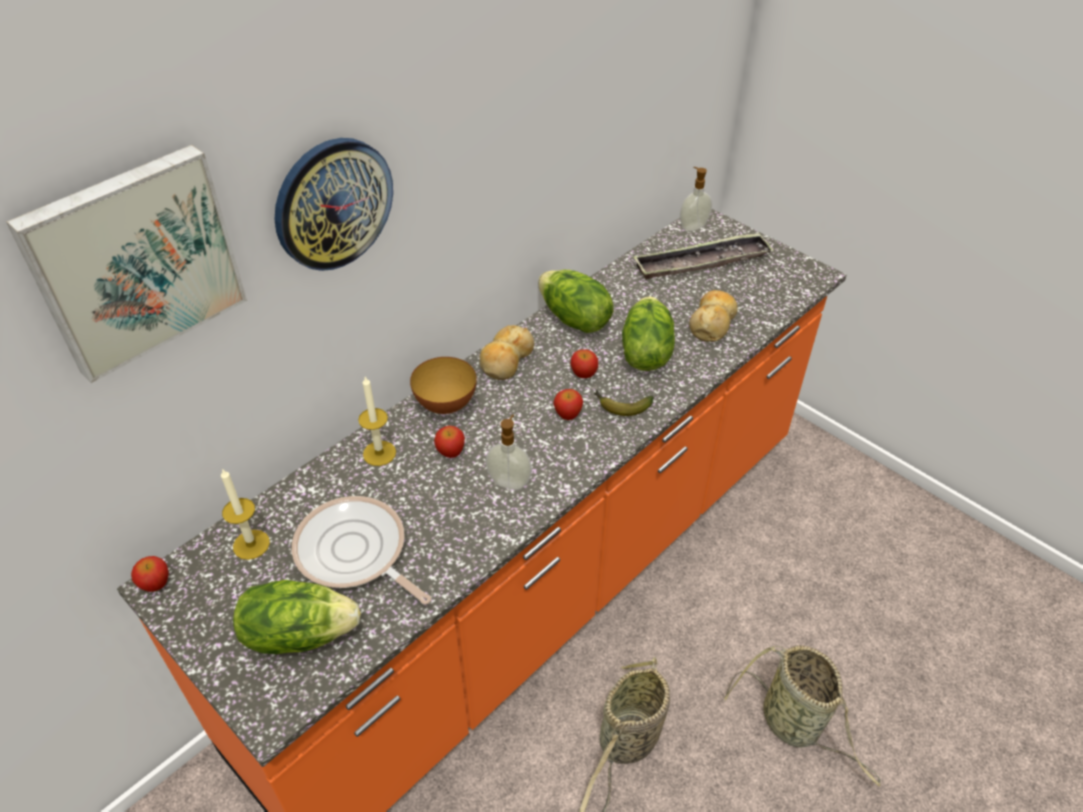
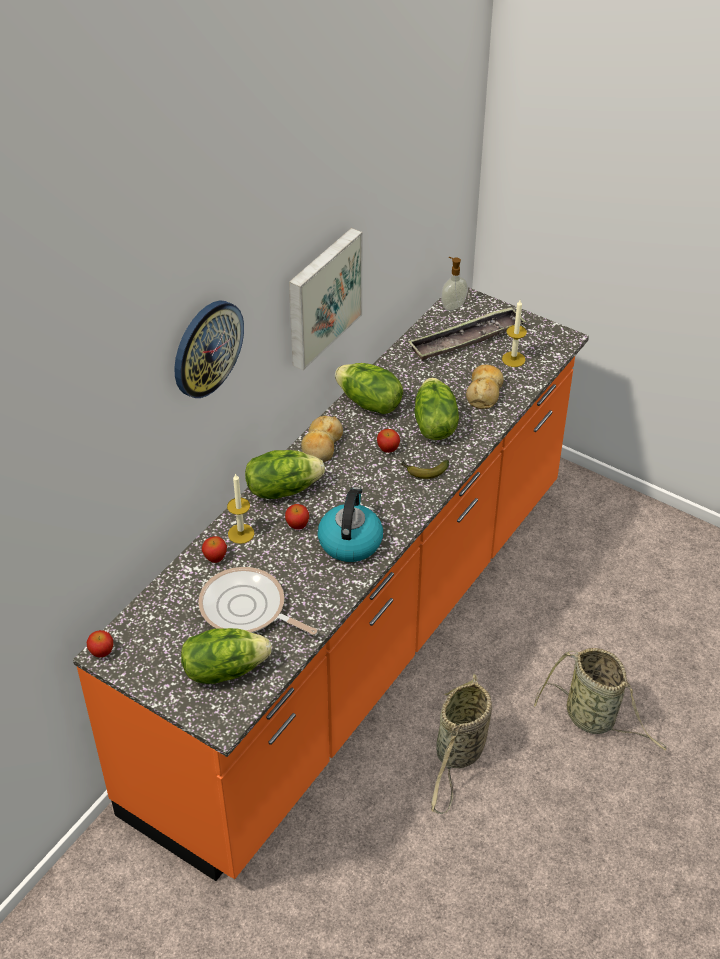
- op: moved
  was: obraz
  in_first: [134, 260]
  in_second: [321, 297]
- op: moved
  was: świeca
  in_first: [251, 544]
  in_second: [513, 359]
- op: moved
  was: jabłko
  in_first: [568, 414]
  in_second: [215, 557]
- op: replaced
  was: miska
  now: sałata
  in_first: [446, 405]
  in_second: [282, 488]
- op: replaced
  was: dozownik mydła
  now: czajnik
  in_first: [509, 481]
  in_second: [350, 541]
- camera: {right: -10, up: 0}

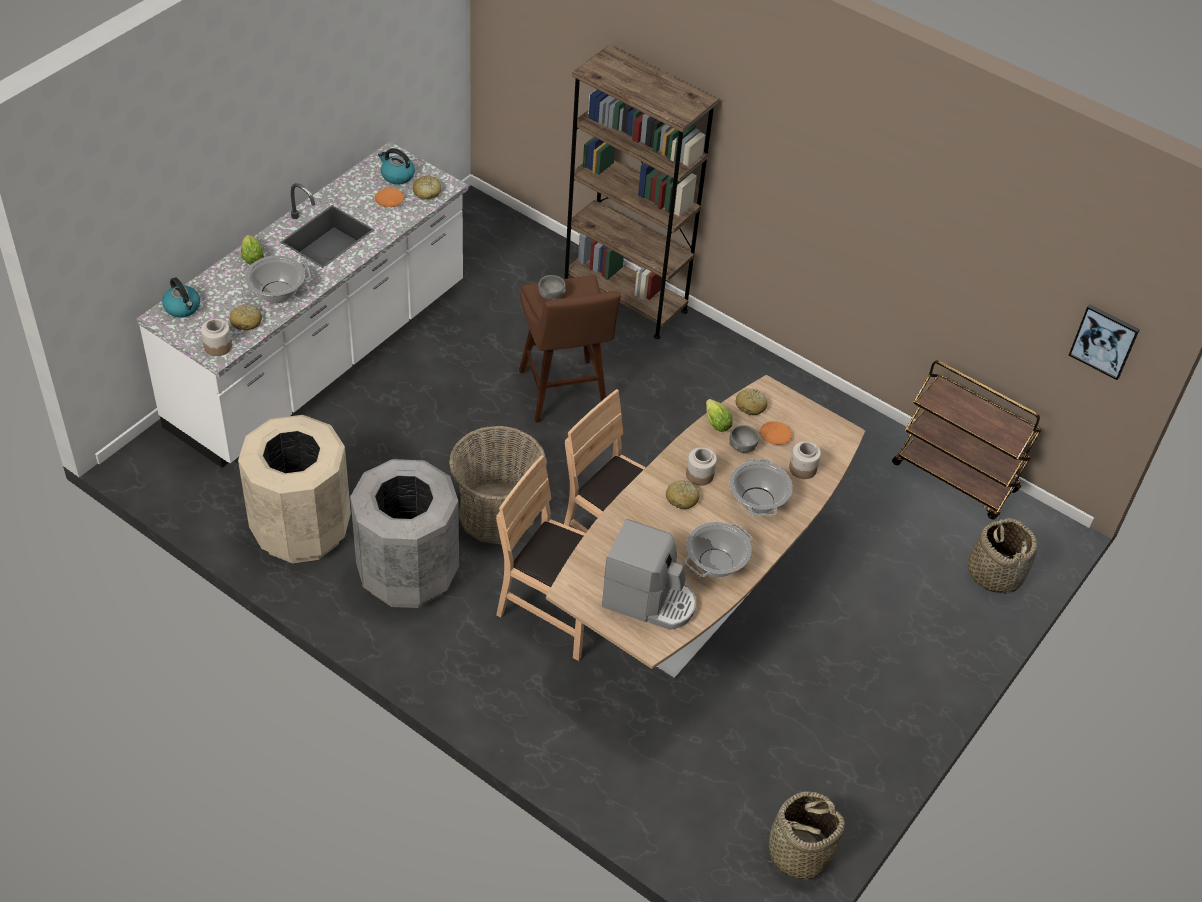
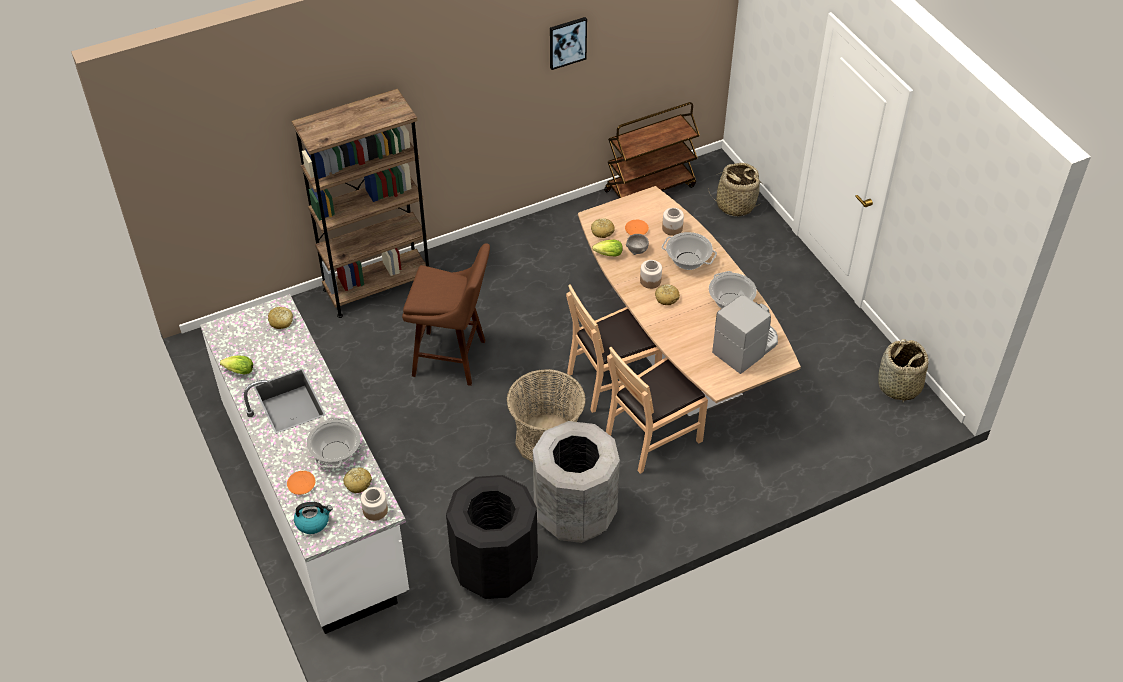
- op: removed
  was: czajnik
  in_first: [397, 176]
- op: removed
  was: miska (szary)
  in_first: [551, 295]
- op: moved
  was: sałata
  in_first: [252, 256]
  in_second: [237, 371]
- op: moved
  was: talerz (pomarańczowy)
  in_first: [390, 201]
  in_second: [302, 484]
- op: moved
  was: obraz
  in_first: [1104, 340]
  in_second: [567, 42]
- op: recoloured
  was: kosz na śmieci (beżowy)
  now: kosz na śmieci (czarny)
  in_first: [301, 529]
  in_second: [494, 568]
- camera: {right: -60, up: 0}

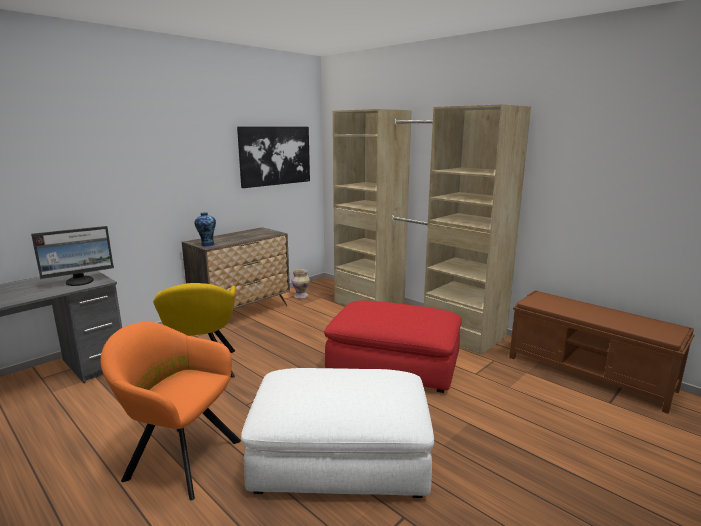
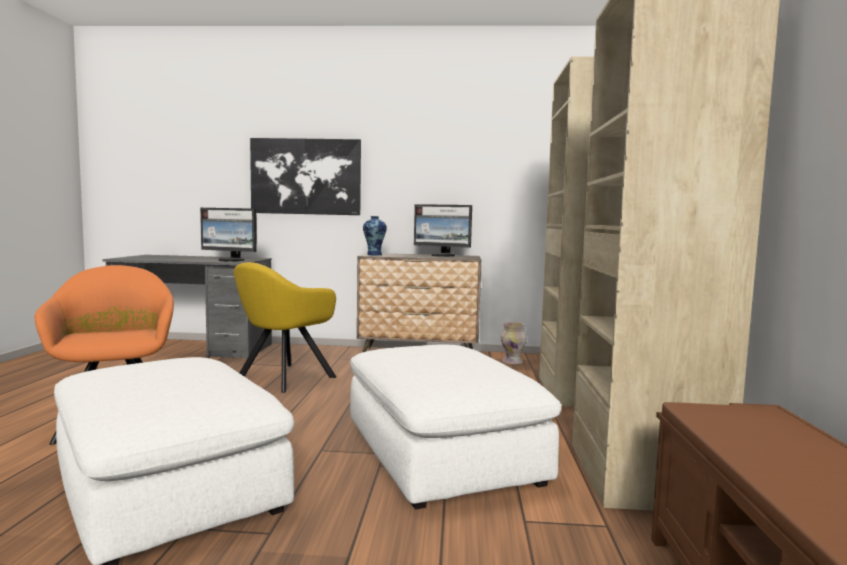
- op: added
  now: monitor
  in_second: [443, 255]
- op: moved
  was: obraz
  in_first: [275, 155]
  in_second: [306, 176]
- op: recoloured
  was: pufa (czerwony)
  now: pufa (biały)
  in_first: [394, 364]
  in_second: [441, 452]
- camera: {right: 50, up: -10}

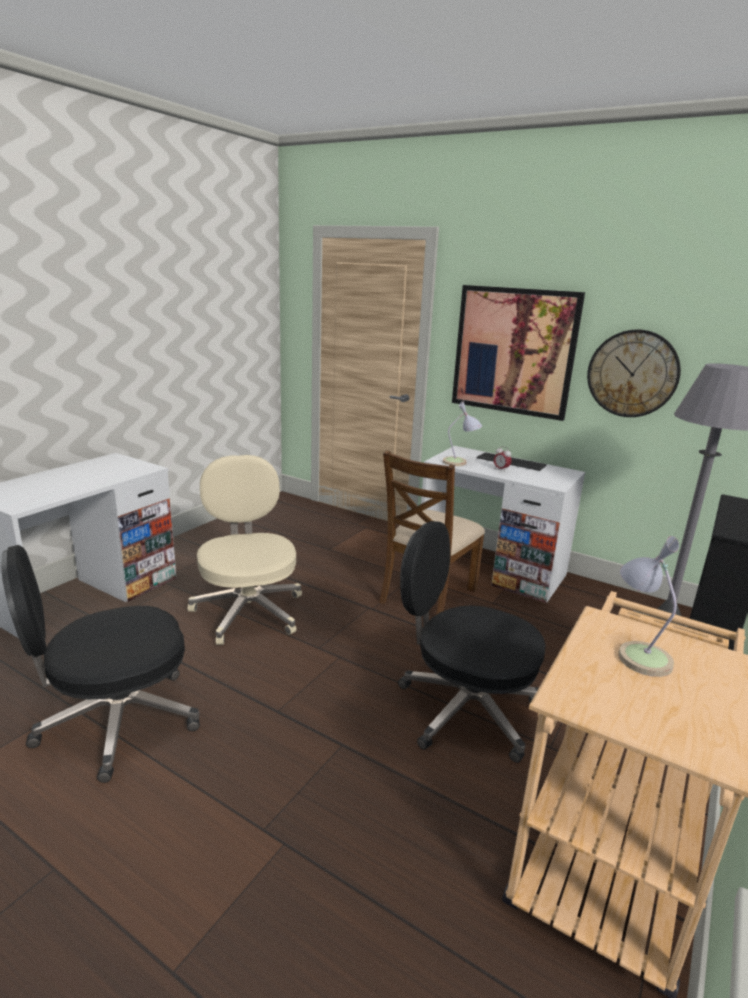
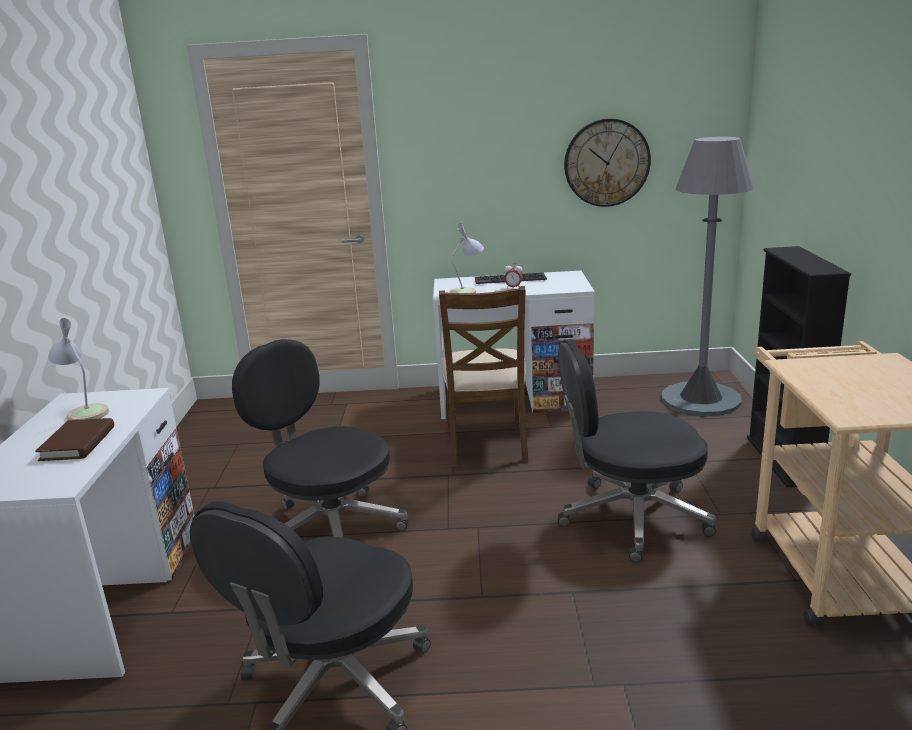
- op: removed
  was: obraz
  in_first: [514, 351]
- op: added
  now: książka (brązowy)
  in_second: [78, 443]
- op: moved
  was: lampa stołowa
  in_first: [637, 653]
  in_second: [84, 412]
- op: recoloured
  was: krzesło biurowe (beżowy)
  now: krzesło biurowe (czarny)
  in_first: [248, 611]
  in_second: [330, 528]
- camera: {right: -30, up: 0}

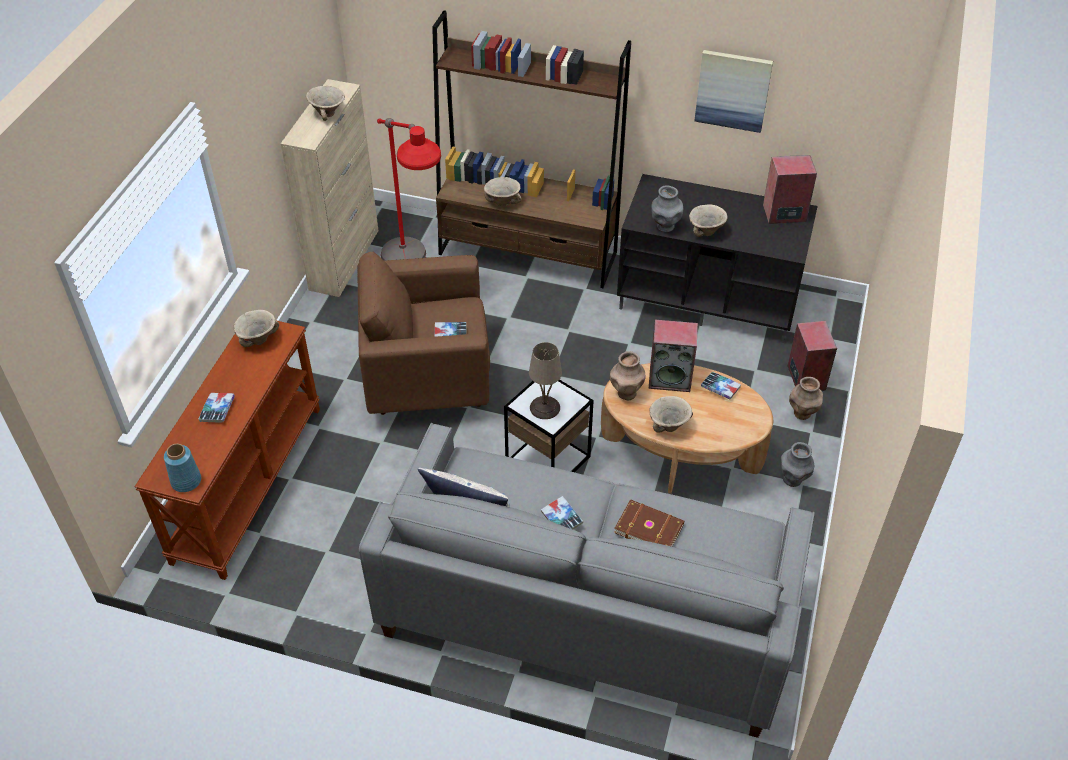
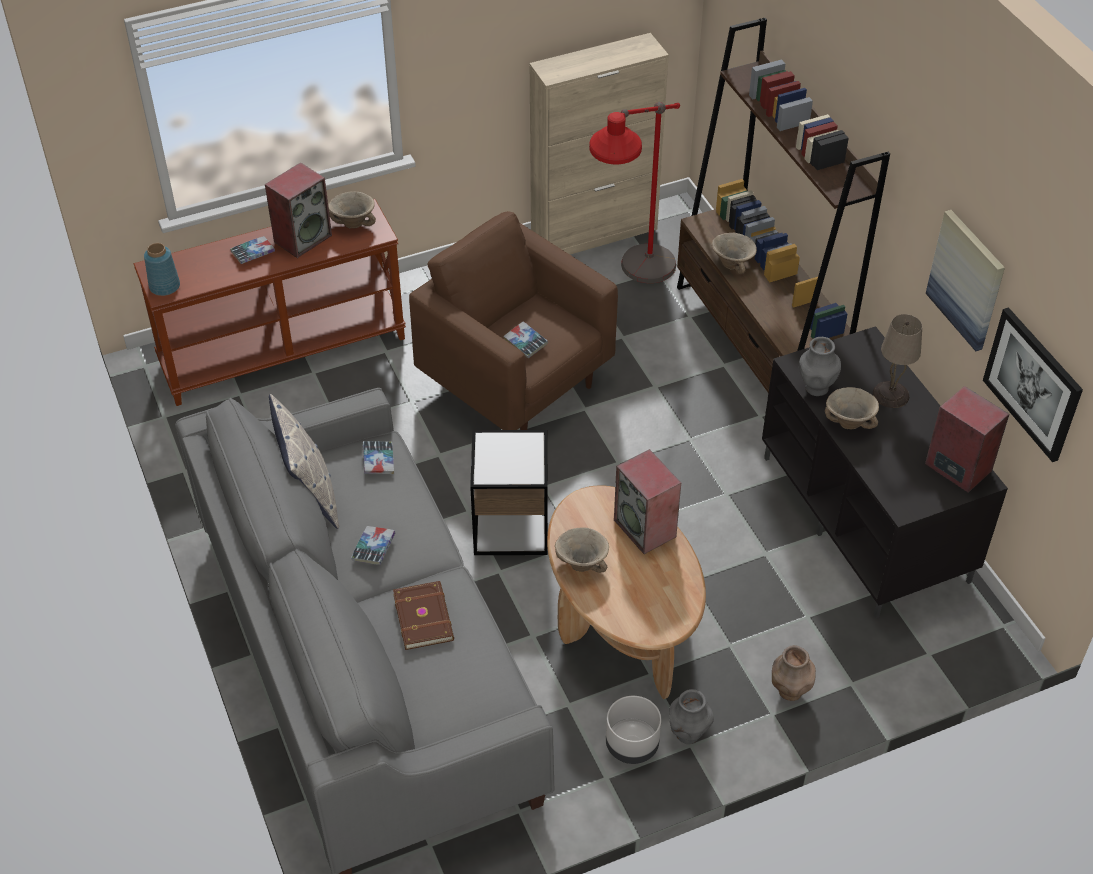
- op: removed
  was: miska (beżowy)
  in_first: [328, 113]
- op: removed
  was: wazon (brązowy)
  in_first: [626, 393]
- op: added
  now: donica (szary)
  in_second: [631, 745]
- op: added
  now: obraz
  in_second: [1033, 383]
- op: moved
  was: lampa stołowa (beżowy)
  in_first: [545, 408]
  in_second: [890, 395]
- op: moved
  was: książka
  in_first: [720, 388]
  in_second: [378, 460]
- op: moved
  was: głośnik
  in_first: [805, 377]
  in_second: [303, 238]
- camera: {right: 50, up: 0}

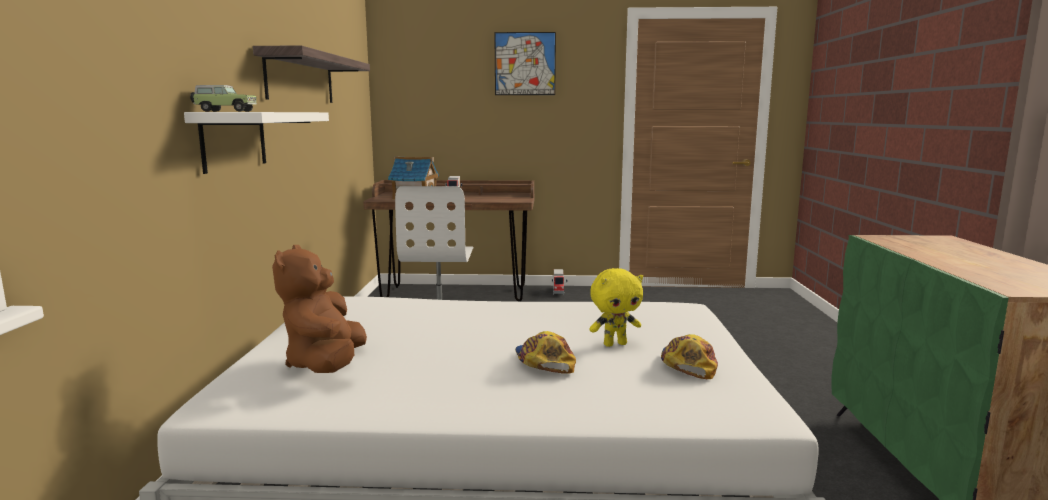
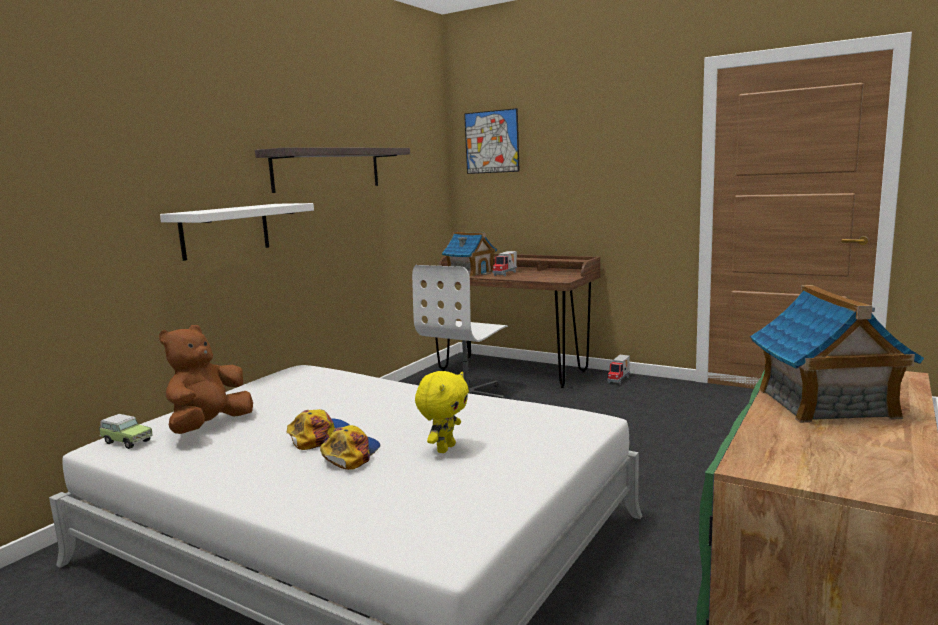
- op: added
  now: domek
  in_second: [825, 403]
- op: moved
  was: samochodzik
  in_first: [224, 111]
  in_second: [126, 442]
- op: moved
  was: obraz
  in_first: [525, 64]
  in_second: [491, 142]
- op: moved
  was: czapka z daszkiem
  in_first: [688, 365]
  in_second: [319, 436]
- op: turned
  was: pluszak (żółty)
  in_first: [615, 344]
  in_second: [445, 448]
  clockwise: -75
- camera: {right: 30, up: 0}

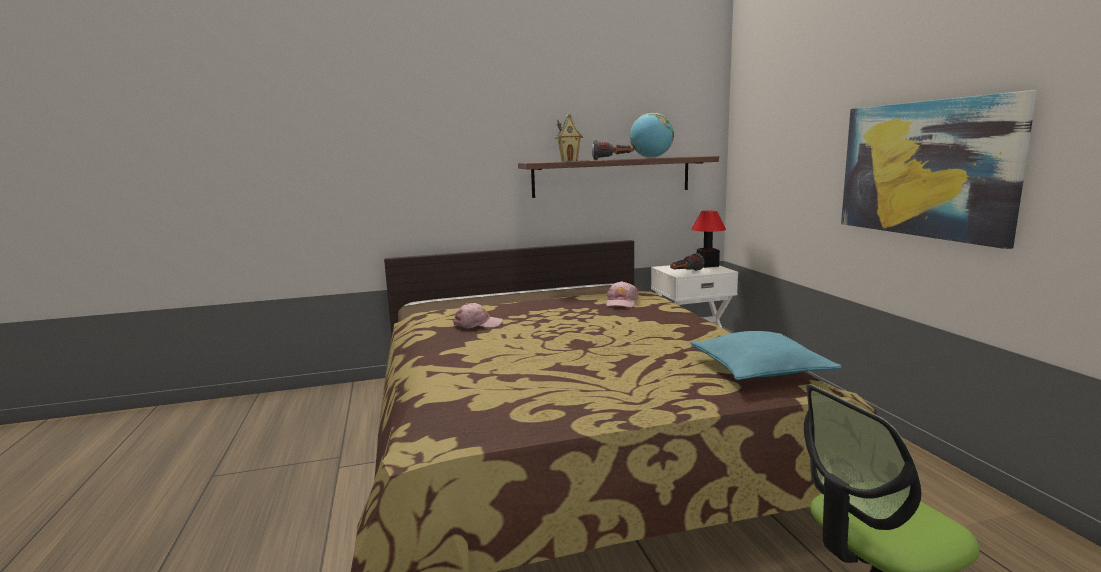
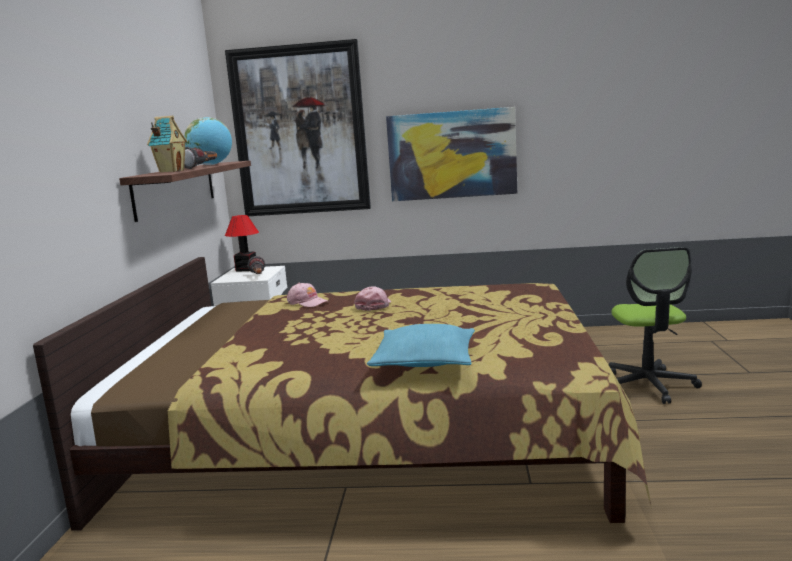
- op: added
  now: obraz
  in_second: [300, 131]
- op: moved
  was: czapka z daszkiem (różowy)
  in_first: [478, 324]
  in_second: [374, 305]
- op: moved
  was: poduszka (turkusowy)
  in_first: [759, 370]
  in_second: [425, 361]
- camera: {right: -70, up: 0}

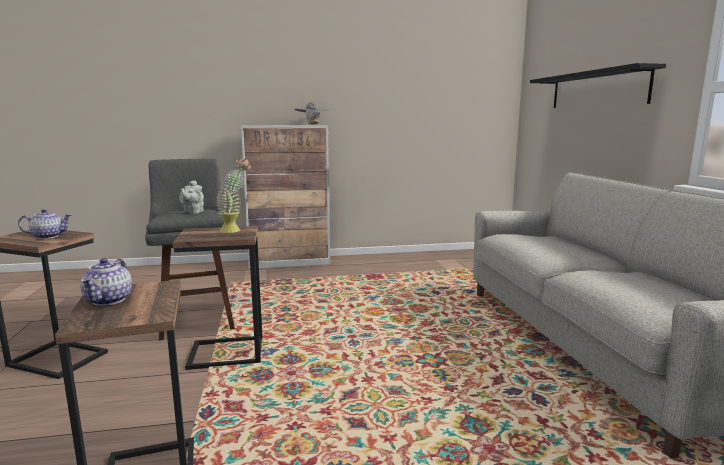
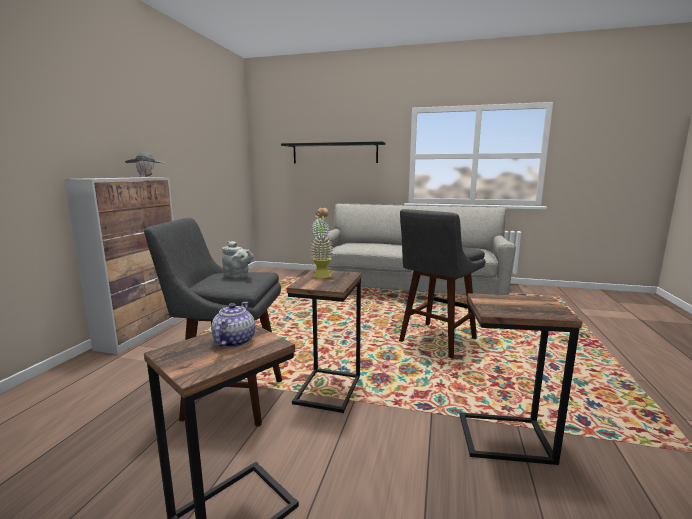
- op: removed
  was: imbryk
  in_first: [109, 300]
- op: added
  now: stołek (szary)
  in_second: [436, 341]
- camera: {right: -65, up: 0}

